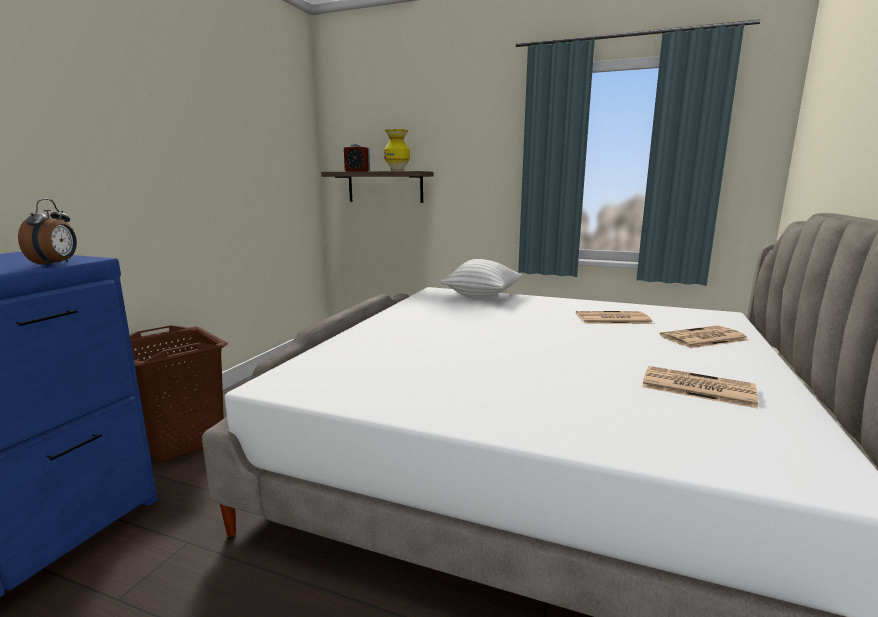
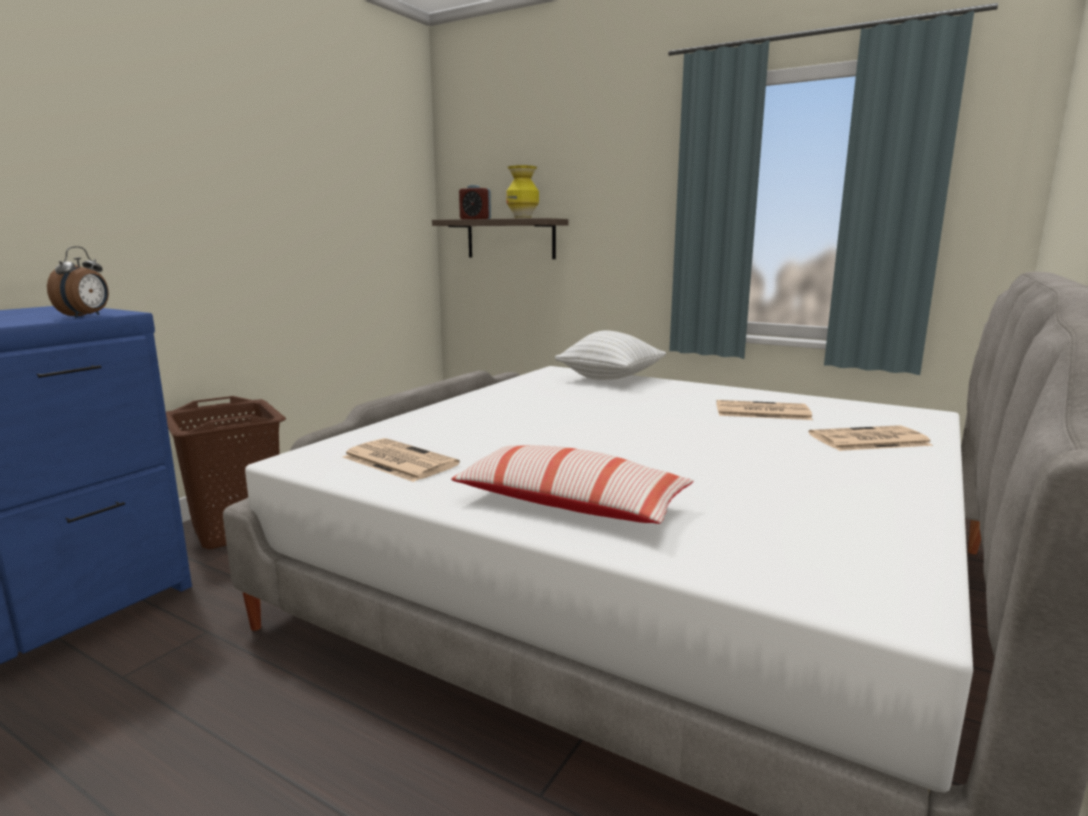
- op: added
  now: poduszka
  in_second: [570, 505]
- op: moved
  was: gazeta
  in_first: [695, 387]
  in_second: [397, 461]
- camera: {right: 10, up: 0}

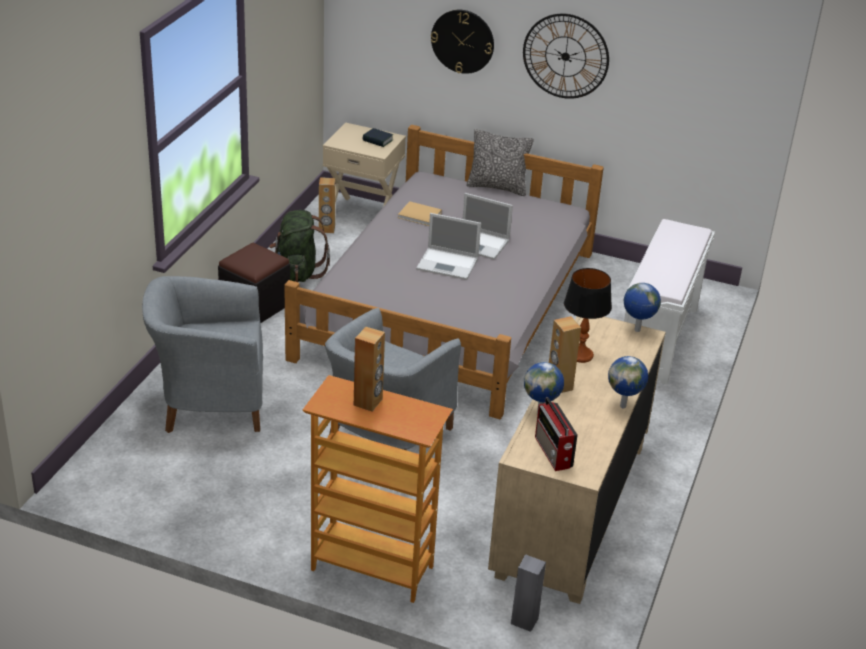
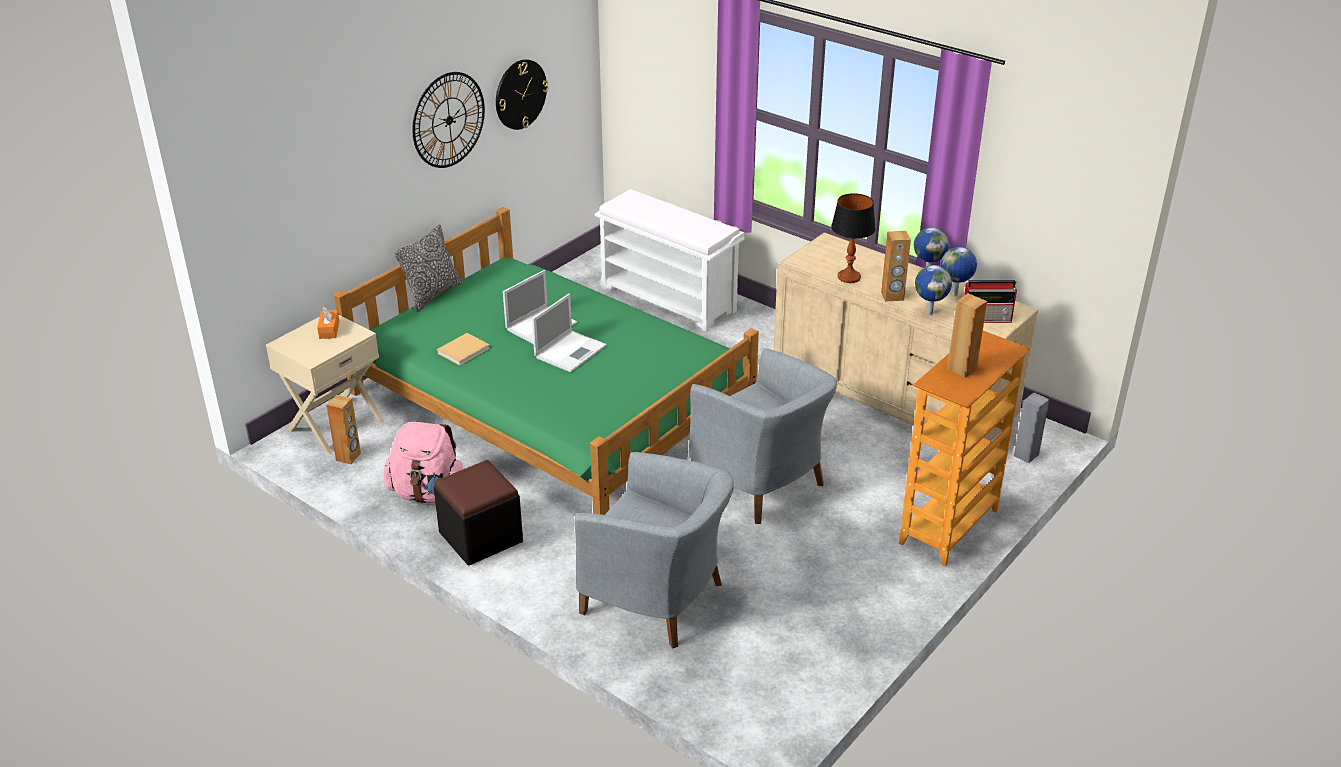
- op: moved
  was: zegar ścienny
  in_first: [462, 41]
  in_second: [520, 94]
- op: moved
  was: globus
  in_first: [636, 330]
  in_second: [955, 294]
- op: replaced
  was: książka
  now: pudełko chusteczek (pomarańczowy)
  in_first: [377, 140]
  in_second: [329, 330]
- op: recoloured
  was: plecak (zielony)
  now: plecak (różowy)
  in_first: [298, 272]
  in_second: [429, 493]
- op: recoloured
  was: łóżko (szary)
  now: łóżko (zielony)
  in_first: [449, 305]
  in_second: [552, 401]
- op: turned
  was: fotel (szary)
  in_first: [209, 403]
  in_second: [657, 600]
  clockwise: -75
- camera: {right: -70, up: 0}

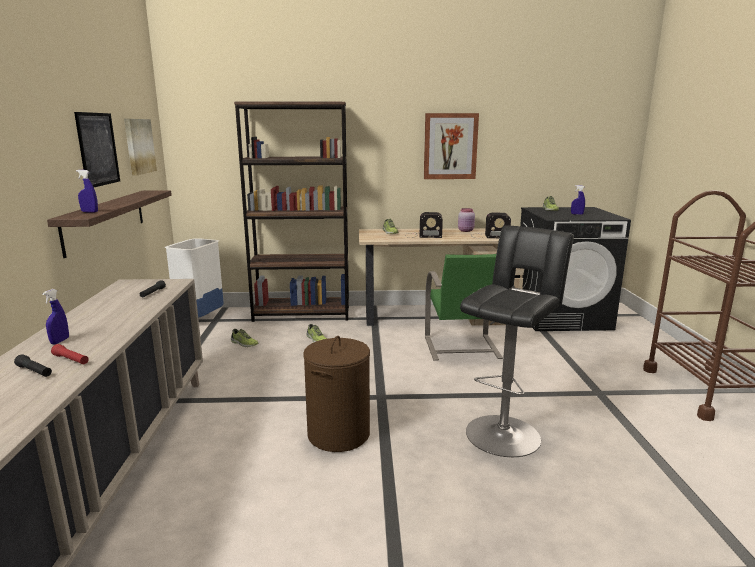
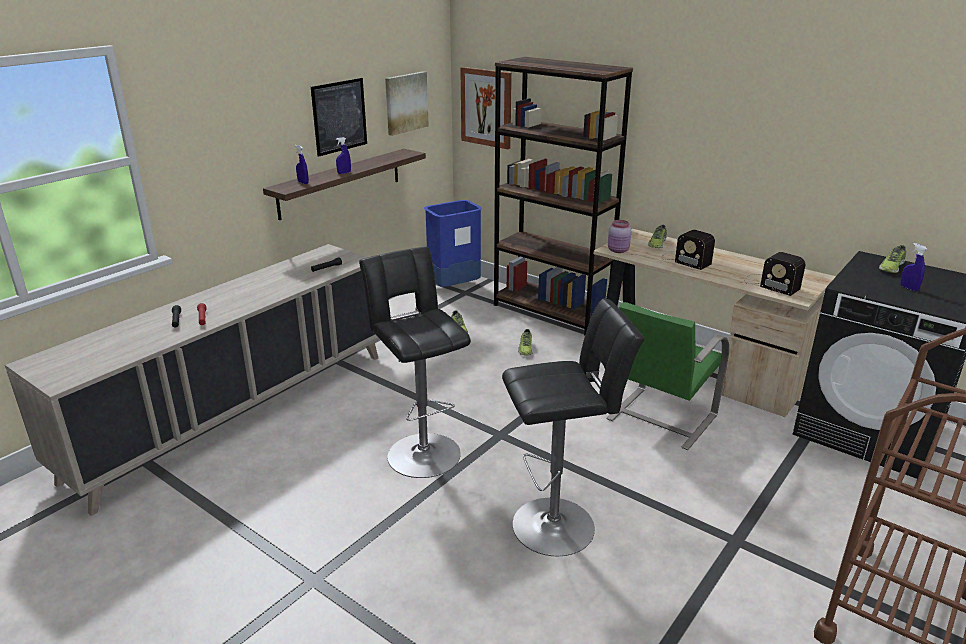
- op: moved
  was: spryskiwacz (niebieski)
  in_first: [60, 341]
  in_second: [344, 173]
- op: moved
  was: obraz
  in_first: [450, 146]
  in_second: [486, 107]
- op: moved
  was: słoik (różowy)
  in_first: [466, 231]
  in_second: [618, 250]
- op: replaced
  was: kosz na pranie (brązowy)
  now: stołek (czarny)
  in_first: [339, 434]
  in_second: [421, 452]
- op: recoloured
  was: kosz na śmieci (biały)
  now: kosz na śmieci (niebieski)
  in_first: [200, 319]
  in_second: [454, 287]
- camera: {right: 40, up: 10}

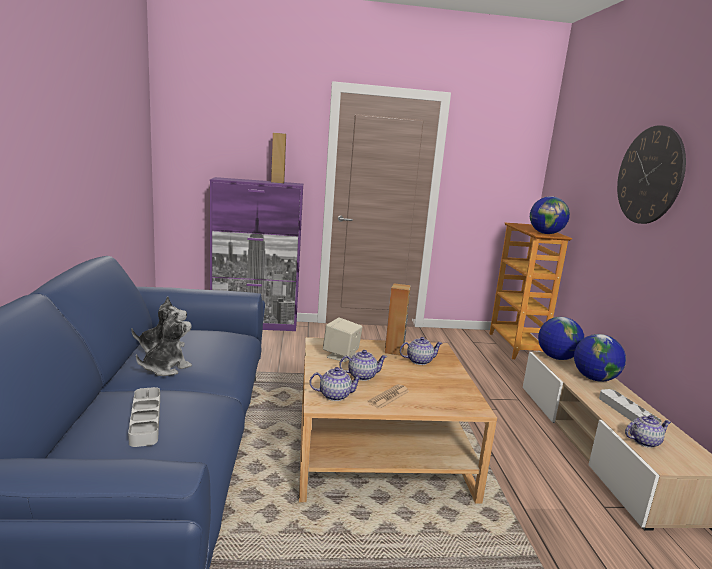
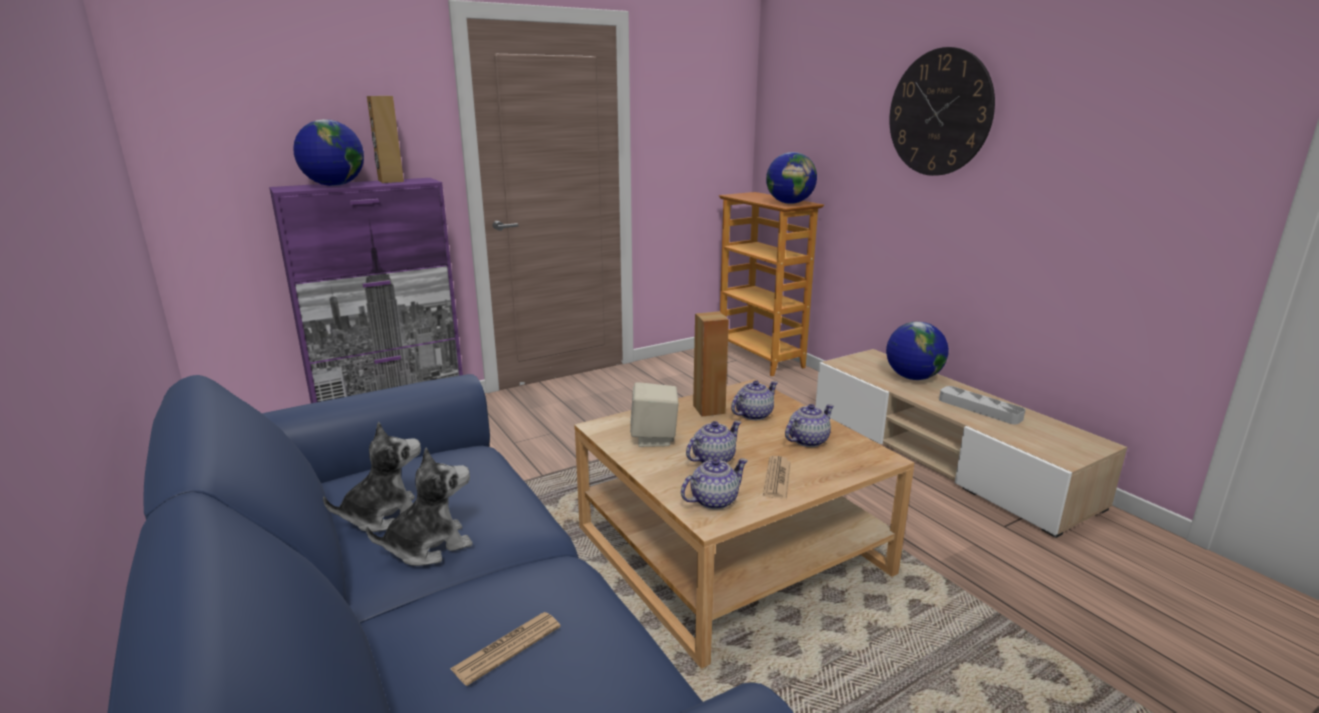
- op: moved
  was: globus
  in_first: [556, 358]
  in_second: [334, 185]
- op: moved
  was: imbryk
  in_first: [643, 441]
  in_second: [807, 440]
- op: replaced
  was: taca (szary)
  now: gazeta
  in_first: [145, 420]
  in_second: [507, 648]
- op: turned
  was: pluszak
  in_first: [166, 368]
  in_second: [429, 546]
  clockwise: 45
- camera: {right: -25, up: 5}

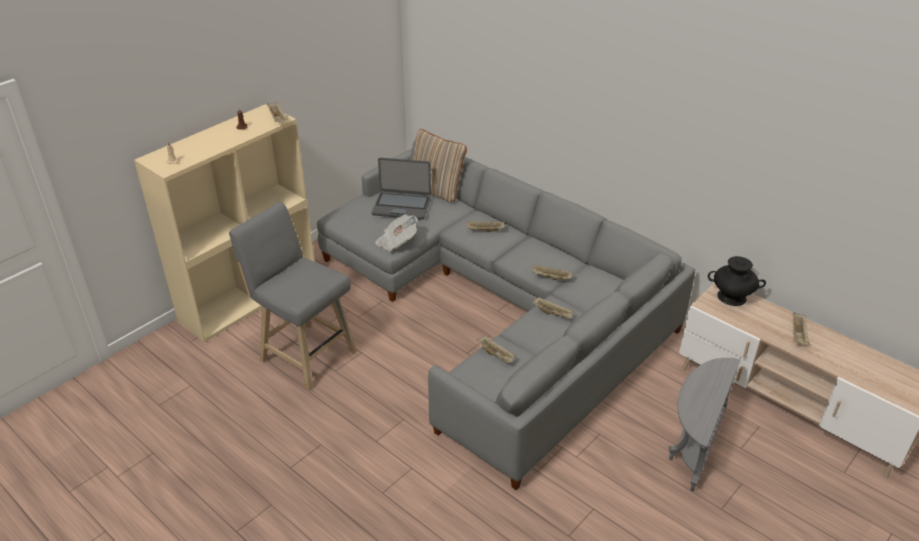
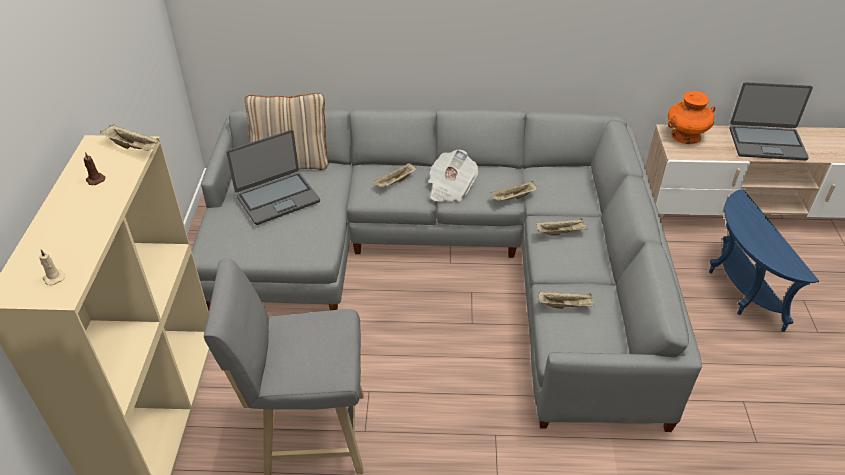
- op: moved
  was: gazeta
  in_first: [397, 242]
  in_second: [450, 188]
- op: replaced
  was: taca (beżowy)
  now: laptop
  in_first: [798, 335]
  in_second: [766, 143]
- op: recoloured
  was: stolik (szary)
  now: stolik (niebieski)
  in_first: [694, 445]
  in_second: [739, 290]
- op: recoloured
  was: wazon (czarny)
  now: wazon (pomarańczowy)
  in_first: [732, 297]
  in_second: [686, 135]
- camera: {right: -40, up: 5}

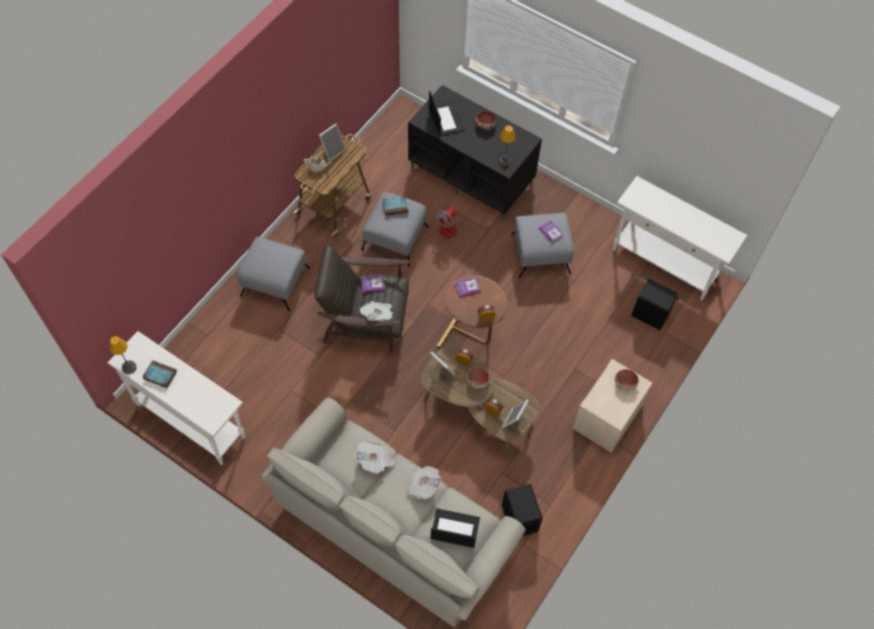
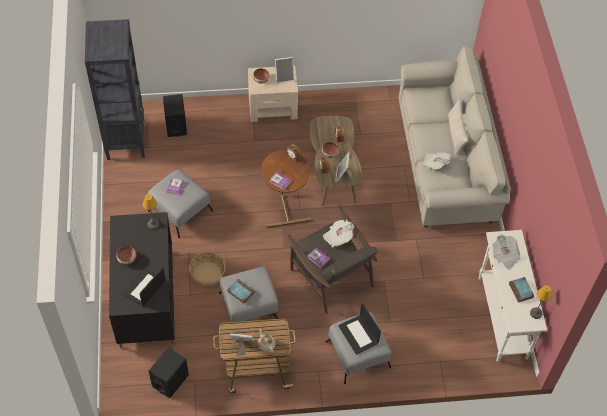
- op: added
  now: poduszka (beżowy)
  in_second: [455, 134]
- op: moved
  was: gazeta
  in_first: [421, 485]
  in_second: [505, 256]
- op: moved
  was: laptop
  in_first: [454, 529]
  in_second: [359, 335]
- op: moved
  was: ramka na zdjęcie
  in_first: [515, 421]
  in_second: [284, 77]
- op: moved
  was: głośnik (czarny)
  in_first: [519, 519]
  in_second: [170, 381]
- op: replaced
  was: wentylator
  now: koszyk
  in_first: [455, 231]
  in_second: [207, 273]
- op: replaced
  was: stolik konsolowy (biały)
  now: regał (czarny)
  in_first: [664, 264]
  in_second: [126, 139]
- camera: {right: -130, up: -5}

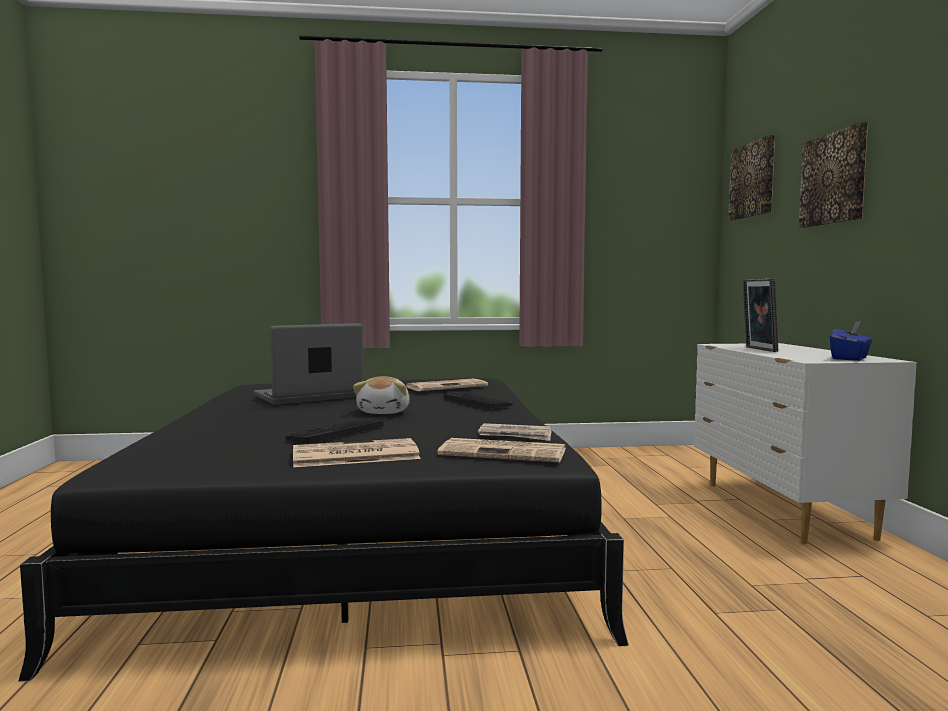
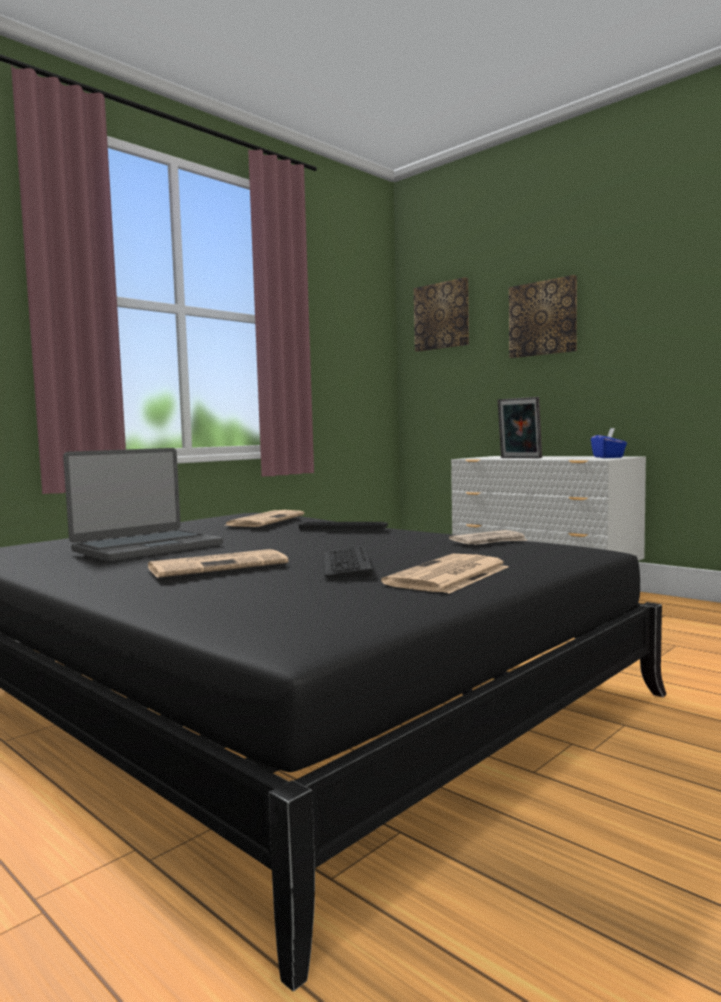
- op: removed
  was: pluszak
  in_first: [385, 412]
- op: moved
  was: gazeta
  in_first: [505, 452]
  in_second: [219, 565]
- op: turned
  was: laptop
  in_first: [309, 396]
  in_second: [146, 548]
  clockwise: -150
- camera: {right: -40, up: 0}

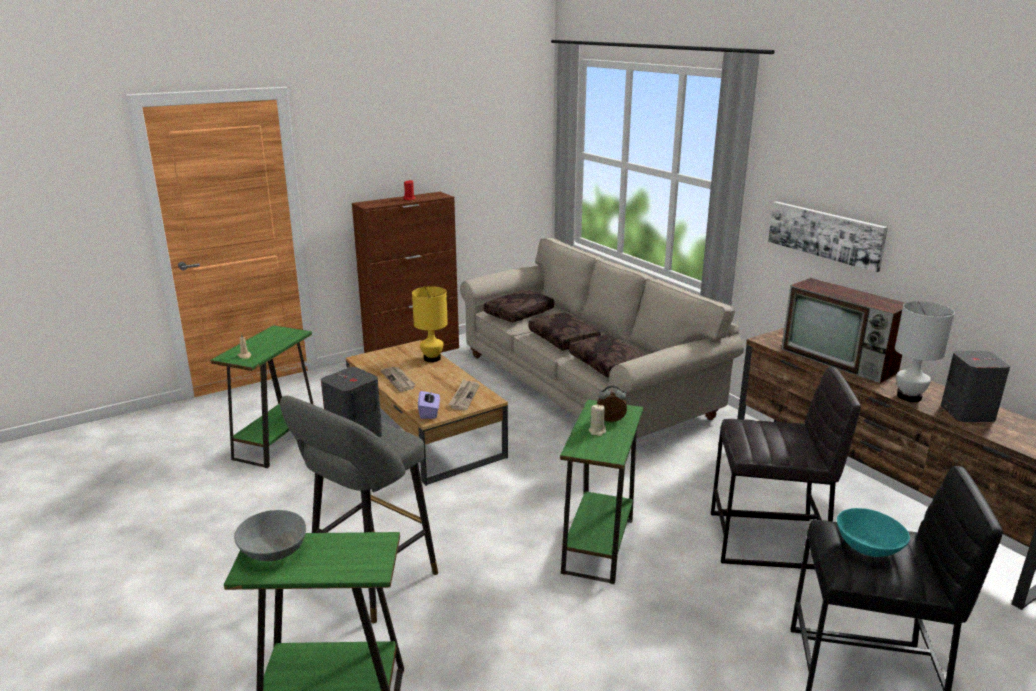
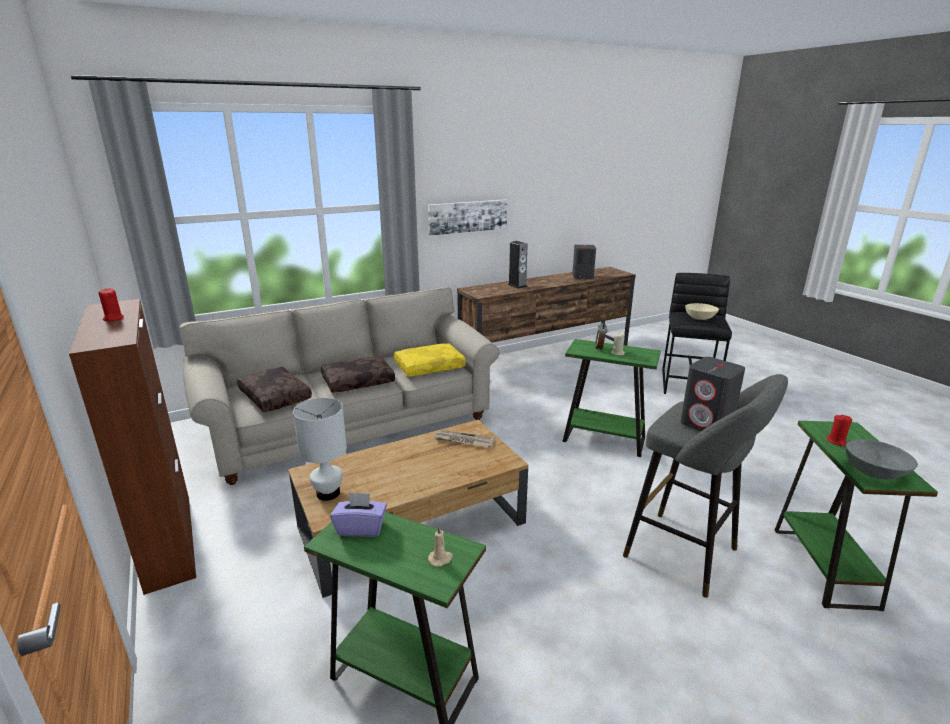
- op: removed
  was: gazeta
  in_first: [399, 380]
- op: removed
  was: lampa stołowa (żółty)
  in_first: [431, 358]
- op: removed
  was: stołek (szary)
  in_first: [768, 541]
- op: added
  now: świeca (czerwony)
  in_second: [837, 441]
- op: moved
  was: pudełko chusteczek (fioletowy)
  in_first: [429, 413]
  in_second: [361, 528]
- op: moved
  was: lampa stołowa (biały)
  in_first: [909, 396]
  in_second: [328, 493]
- op: replaced
  was: telewizor
  now: głośnik
  in_first: [840, 361]
  in_second: [517, 285]
- op: recoloured
  was: poduszka (brązowy)
  now: poduszka (żółty)
  in_first: [609, 364]
  in_second: [429, 366]
- op: recoloured
  was: miska (turkusowy)
  now: miska (beżowy)
  in_first: [867, 547]
  in_second: [700, 318]
- camera: {right: -85, up: 0}

